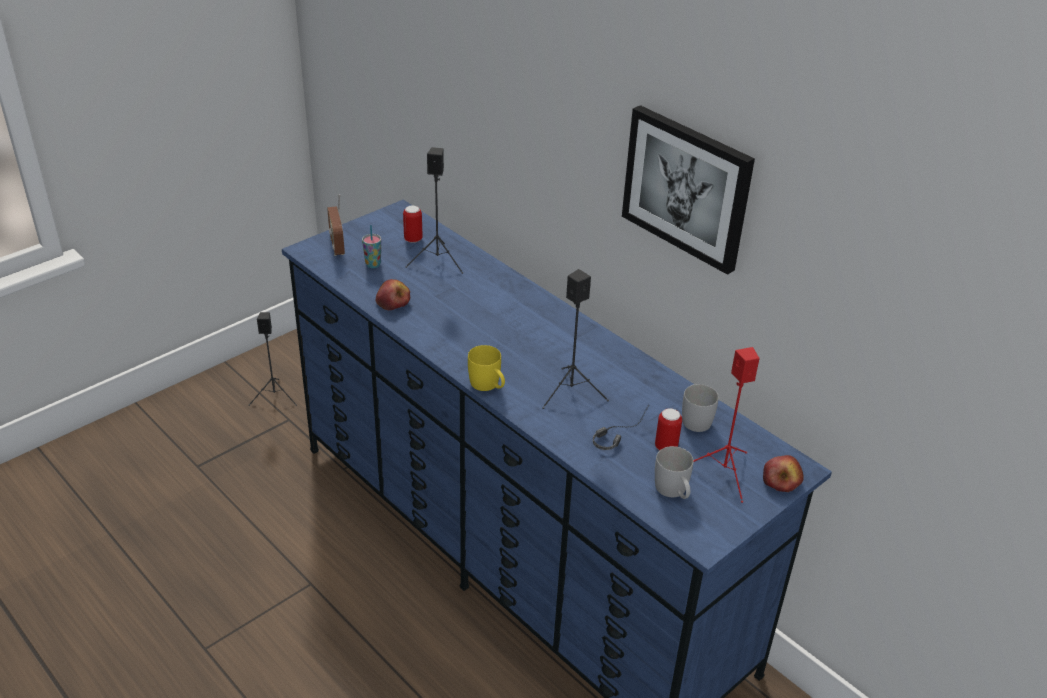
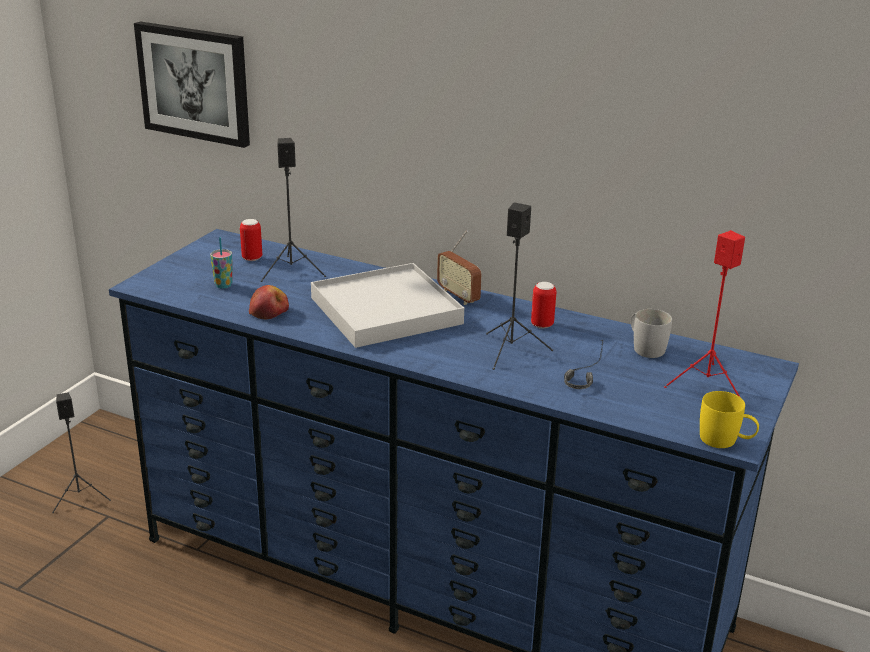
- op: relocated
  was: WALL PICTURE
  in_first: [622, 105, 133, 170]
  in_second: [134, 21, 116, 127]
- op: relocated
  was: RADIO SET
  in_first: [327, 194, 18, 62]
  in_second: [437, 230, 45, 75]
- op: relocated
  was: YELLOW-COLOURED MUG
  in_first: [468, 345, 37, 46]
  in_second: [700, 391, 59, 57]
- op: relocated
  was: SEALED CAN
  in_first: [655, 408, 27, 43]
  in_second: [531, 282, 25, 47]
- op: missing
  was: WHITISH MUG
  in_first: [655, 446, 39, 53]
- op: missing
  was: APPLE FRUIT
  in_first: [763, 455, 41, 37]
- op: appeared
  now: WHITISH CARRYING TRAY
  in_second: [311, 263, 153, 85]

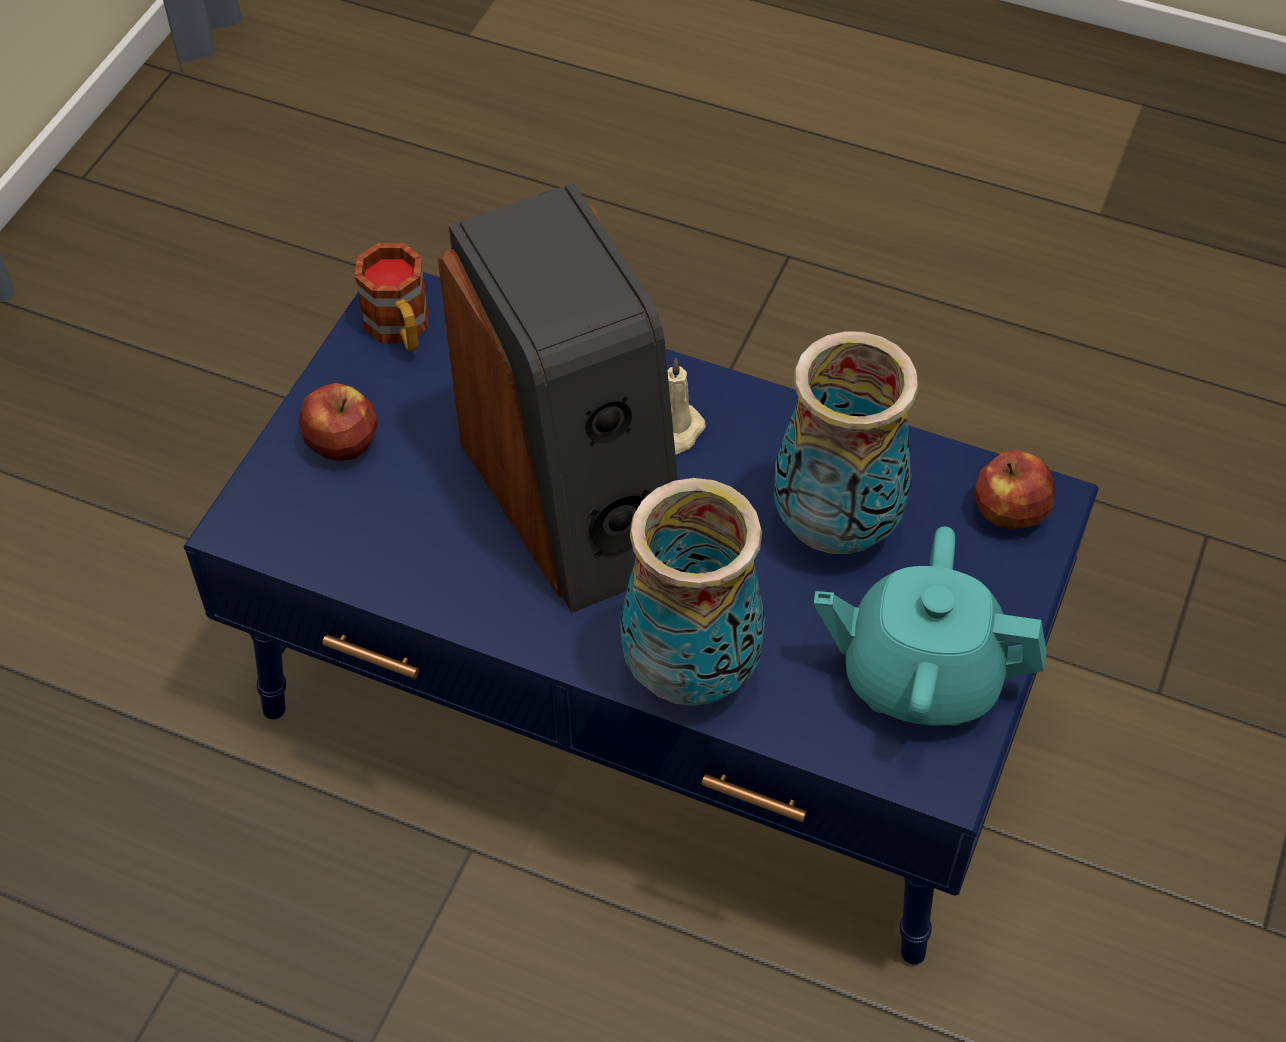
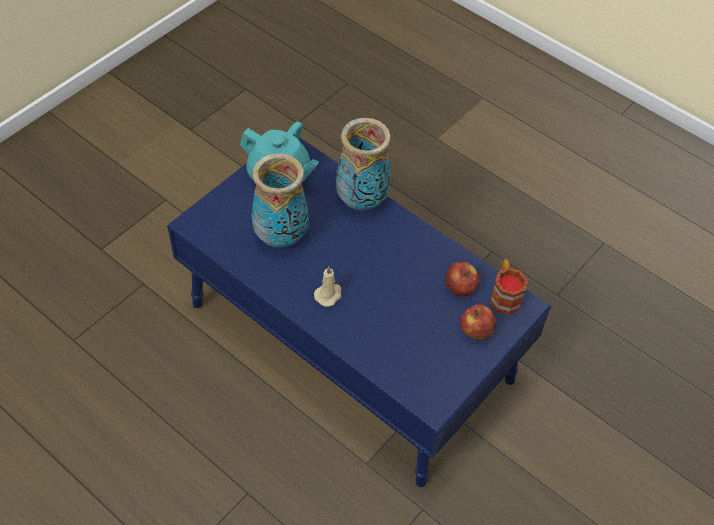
- op: missing
  was: SPEAKER
  in_first: [438, 183, 240, 430]
- op: relocated
  was: MUG
  in_first: [355, 243, 74, 108]
  in_second: [490, 259, 38, 56]
- op: relocated
  was: APPLE FRUIT
  in_first: [974, 450, 82, 79]
  in_second: [445, 262, 34, 35]

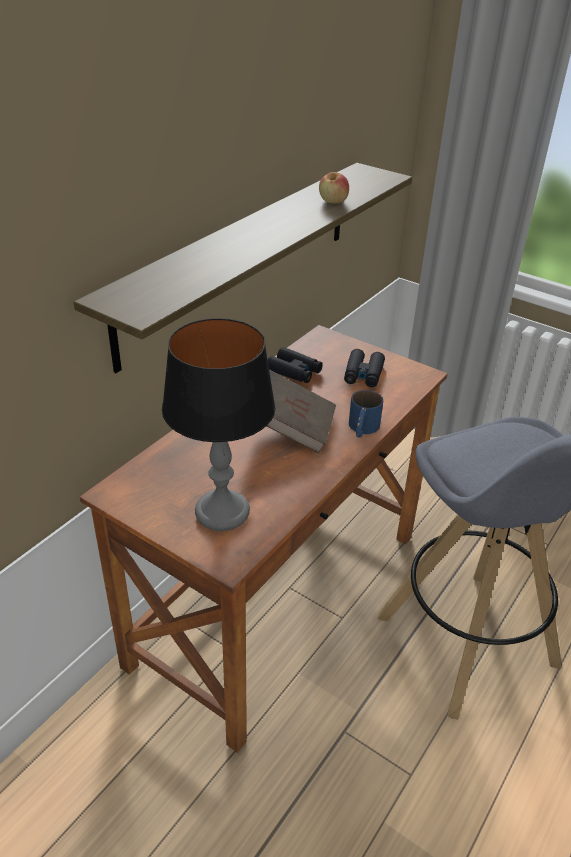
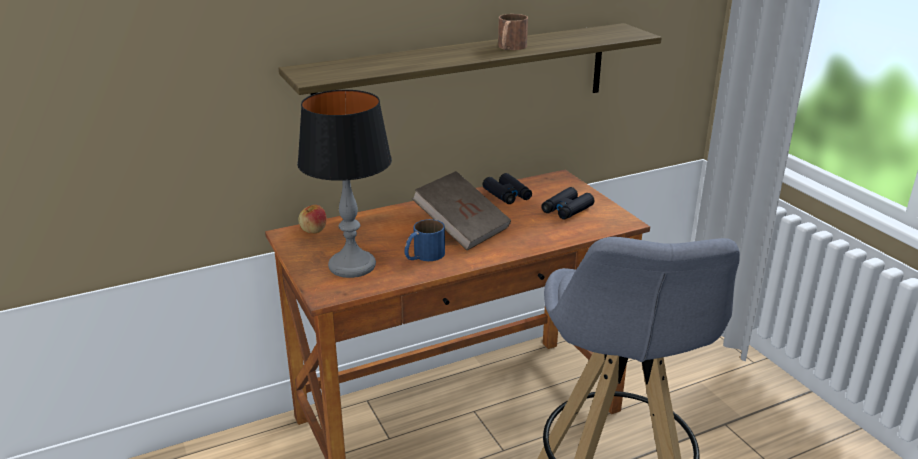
- op: relocated
  was: APPLE FRUIT
  in_first: [319, 172, 30, 31]
  in_second: [299, 205, 28, 28]
- op: relocated
  was: BLUE MUG
  in_first: [349, 390, 34, 48]
  in_second: [404, 219, 41, 42]
- op: appeared
  now: BROWNISH MUG
  in_second: [498, 14, 30, 36]

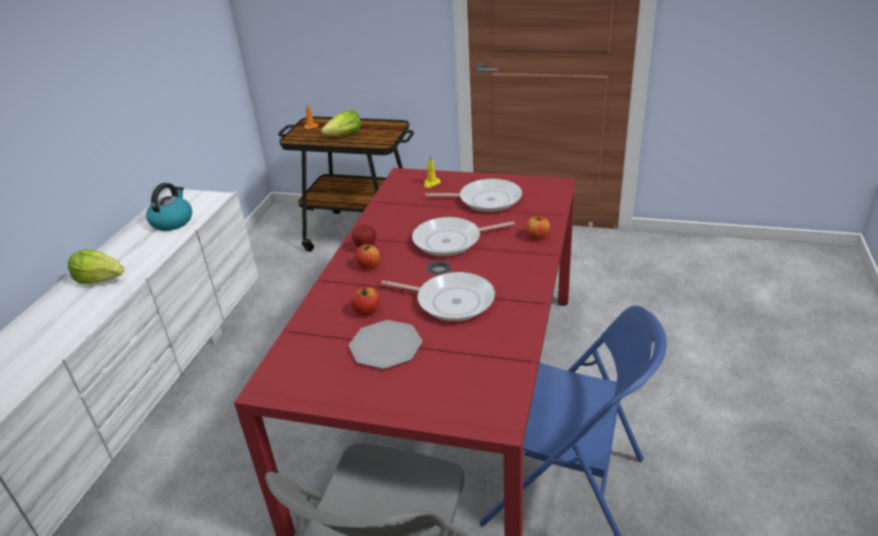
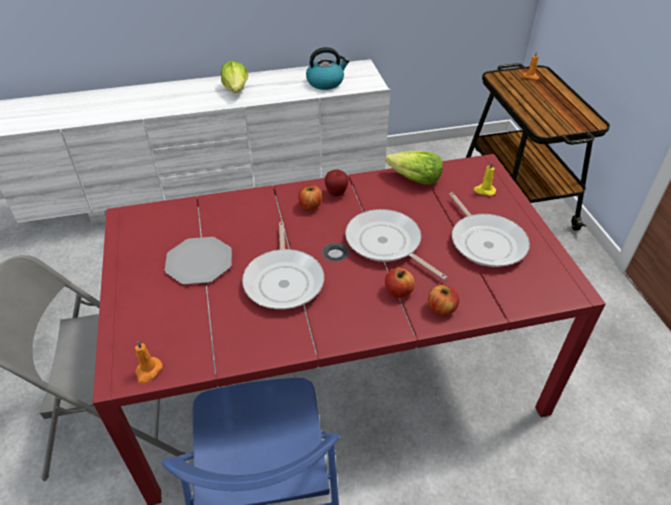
- op: relocated
  was: LETTUCE
  in_first: [321, 110, 40, 26]
  in_second: [385, 151, 58, 34]
- op: relocated
  was: APPLE FRUIT
  in_first: [351, 287, 29, 29]
  in_second: [385, 268, 30, 30]
- op: appeared
  now: ORANGE WAX CANDLE
  in_second: [135, 340, 28, 43]

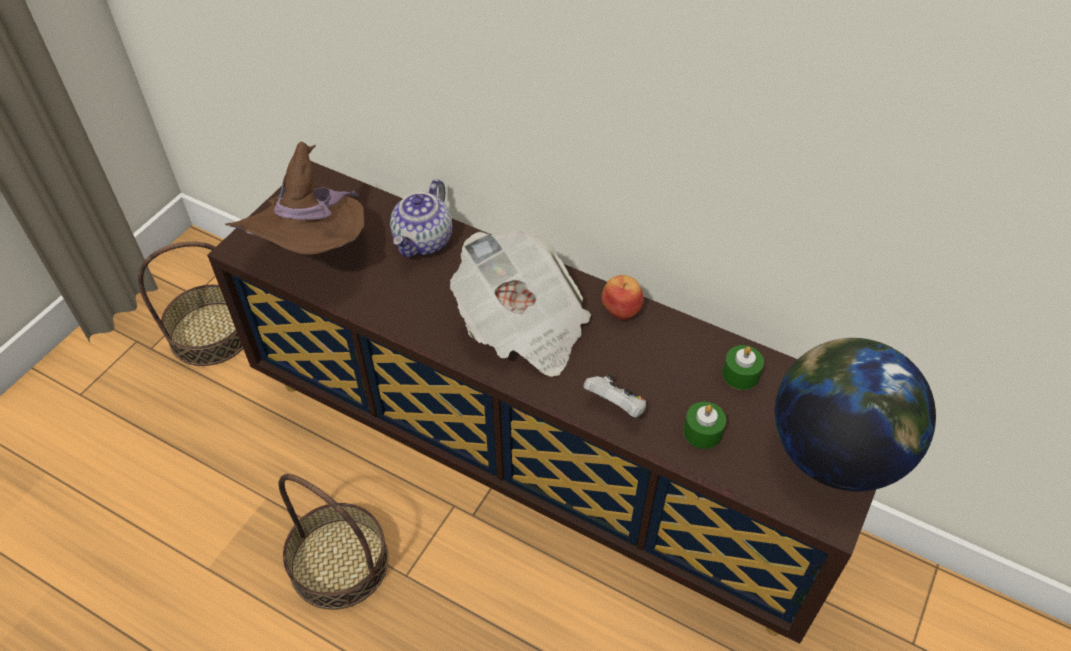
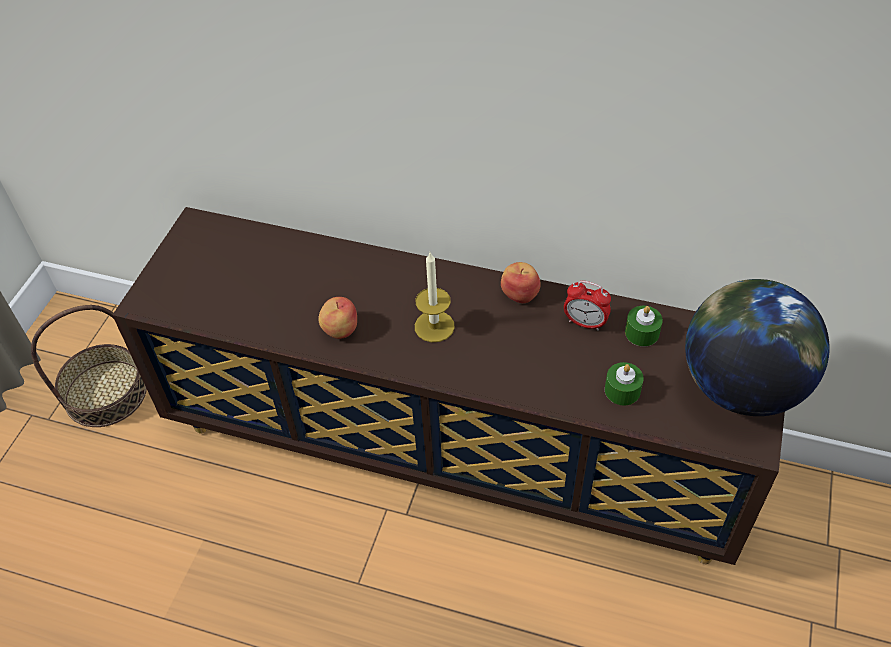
- op: missing
  was: BROWNISH HAT
  in_first: [225, 142, 139, 113]
- op: missing
  was: TEA POT
  in_first: [390, 179, 62, 78]
- op: exchanged
  was: DAILY PAPER
  now: WAX CANDLE
  in_first: [450, 231, 141, 146]
  in_second: [415, 252, 40, 90]
- op: missing
  was: WHITISH GAMEPAD
  in_first: [583, 374, 63, 44]
- op: missing
  was: STORAGE BASKET
  in_first: [279, 474, 109, 136]
- op: appeared
  now: BEDSIDE CLOCK
  in_second: [564, 281, 47, 50]
- op: appeared
  now: APPLE FRUIT
  in_second: [318, 297, 39, 42]

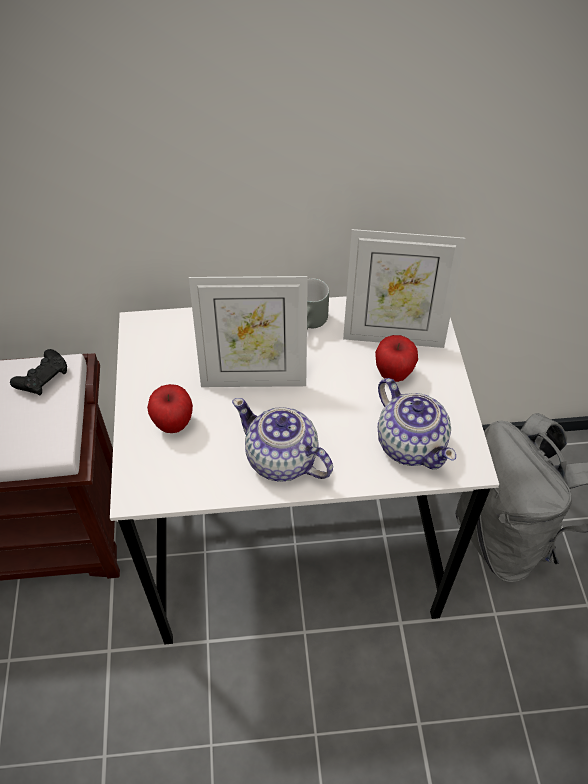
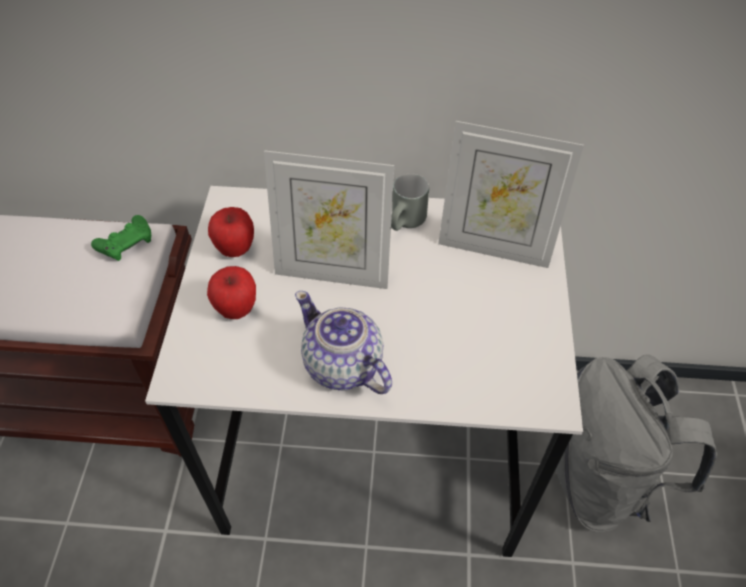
- op: relocated
  was: APPLE FRUIT
  in_first: [375, 335, 43, 47]
  in_second: [208, 207, 46, 50]
- op: colour
  was: BLACKISH GAMEPAD
  now: GREENISH GAMEPAD
  in_first: [10, 349, 57, 46]
  in_second: [91, 215, 60, 46]
- op: missing
  was: TEA POT
  in_first: [378, 378, 78, 91]

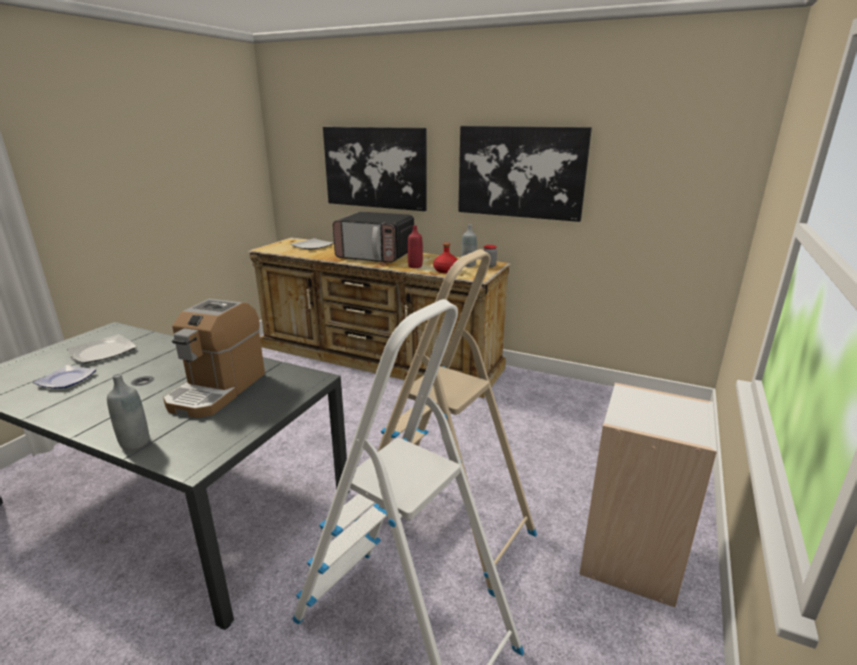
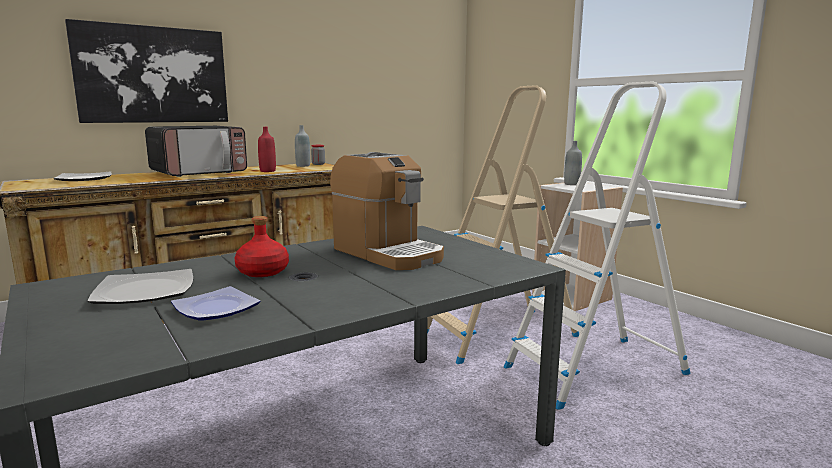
- op: missing
  was: WALL PICTURE
  in_first: [458, 126, 134, 96]
- op: relocated
  was: RED-COLOURED BEVERAGE BOTTLE
  in_first: [433, 243, 25, 30]
  in_second: [234, 216, 55, 61]
- op: relocated
  was: GRAY BEVERAGE BOTTLE
  in_first: [107, 374, 42, 76]
  in_second: [564, 141, 18, 44]

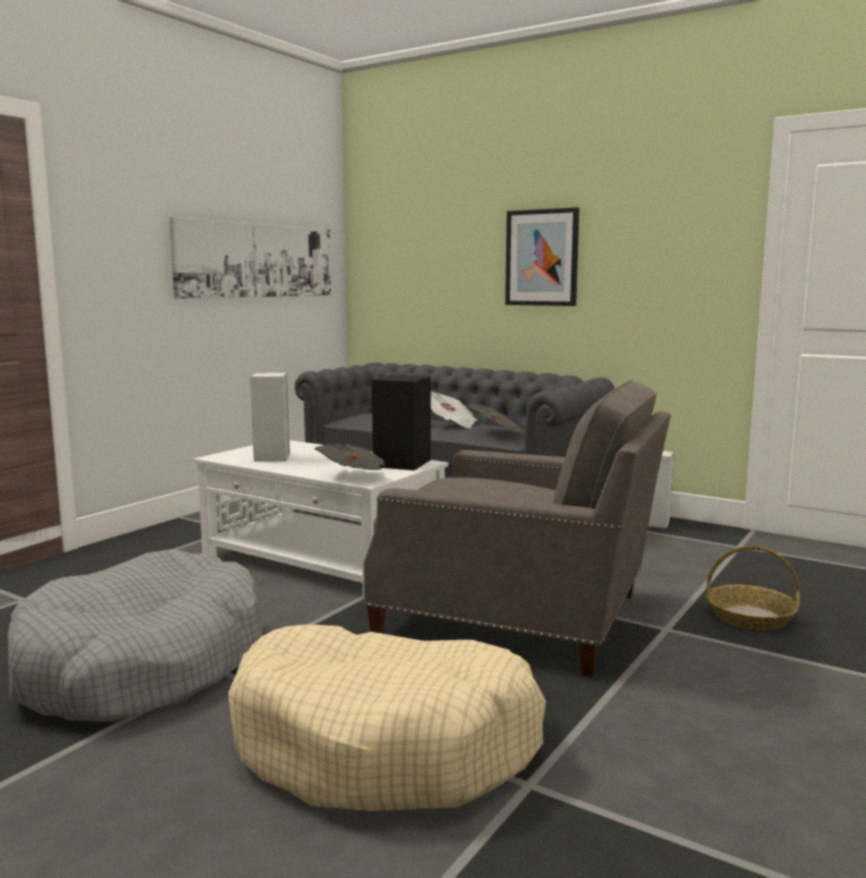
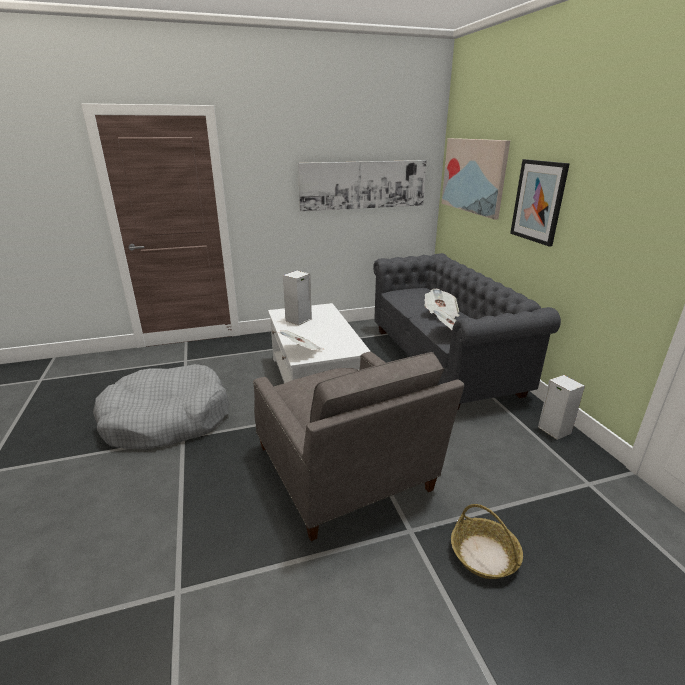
- op: missing
  was: BLACKISH SPEAKER
  in_first: [372, 375, 59, 95]
- op: missing
  was: BEIGE-COLOURED PET BED
  in_first: [228, 624, 318, 187]
- op: appeared
  now: WALL PICTURE
  in_second: [441, 138, 69, 82]

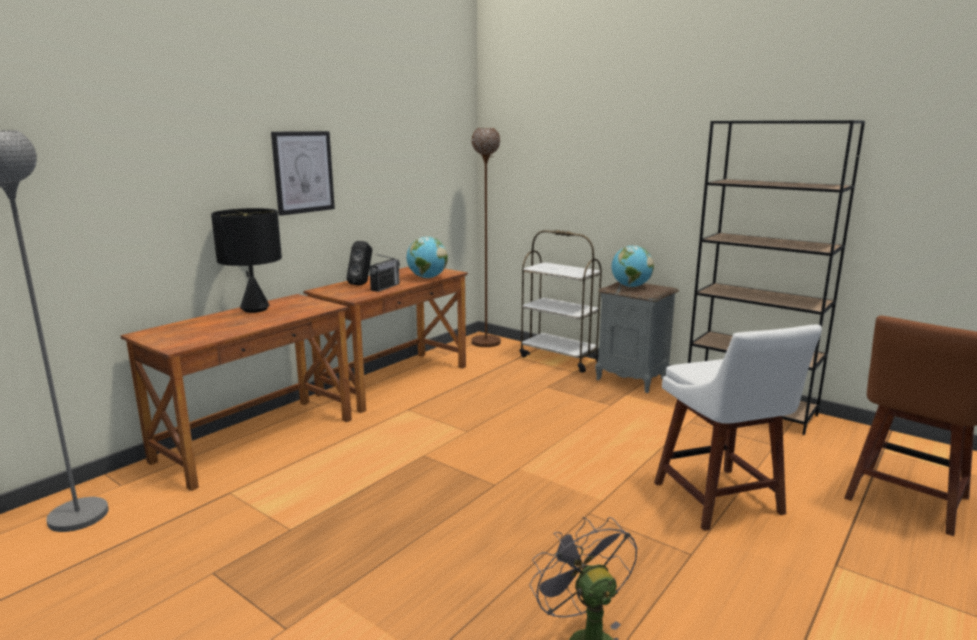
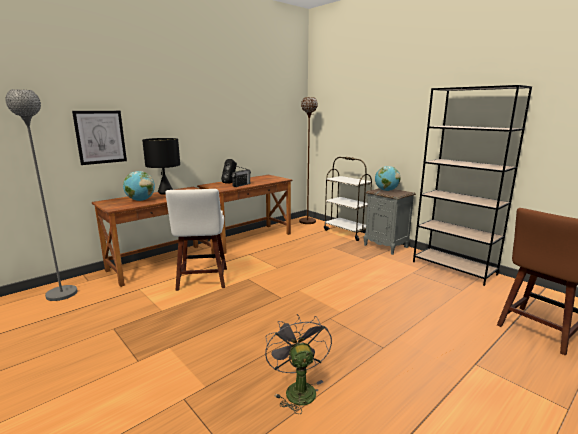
- op: relocated
  was: WALL PICTURE
  in_first: [271, 131, 64, 85]
  in_second: [72, 111, 55, 54]
- op: relocated
  was: GLOBE
  in_first: [407, 237, 41, 41]
  in_second: [123, 171, 32, 30]
- op: relocated
  was: WHITISH STOOL
  in_first: [654, 324, 168, 207]
  in_second: [165, 189, 62, 102]

